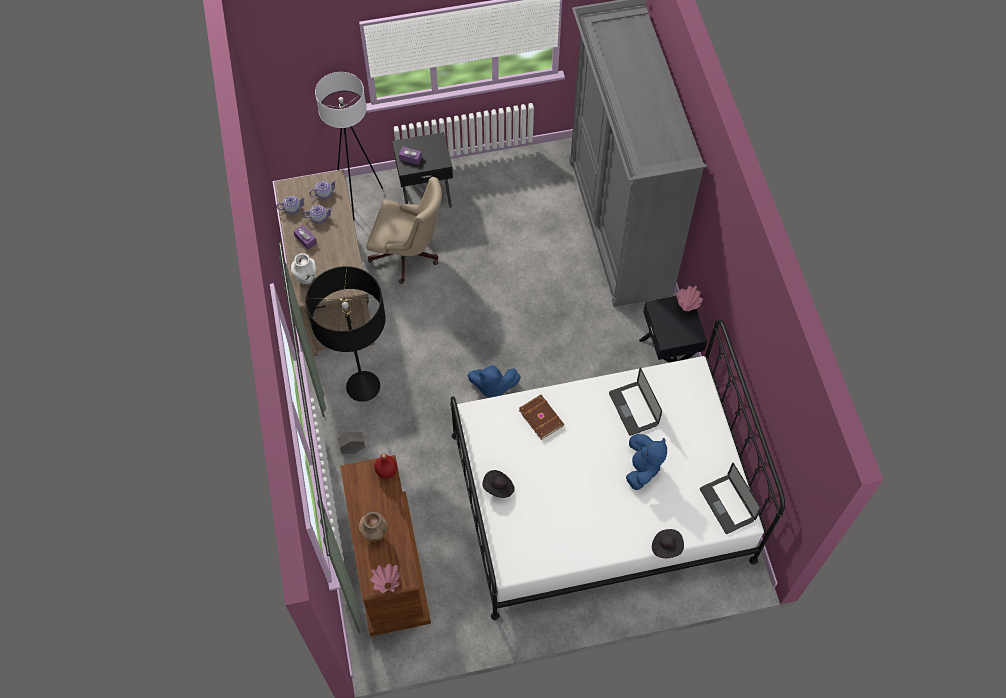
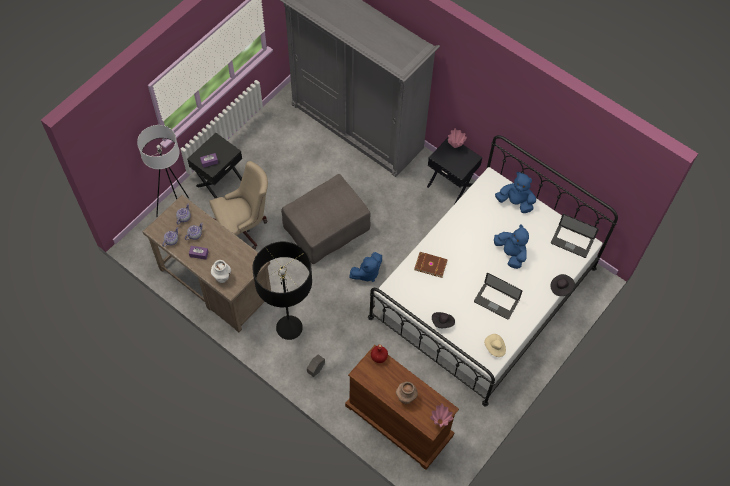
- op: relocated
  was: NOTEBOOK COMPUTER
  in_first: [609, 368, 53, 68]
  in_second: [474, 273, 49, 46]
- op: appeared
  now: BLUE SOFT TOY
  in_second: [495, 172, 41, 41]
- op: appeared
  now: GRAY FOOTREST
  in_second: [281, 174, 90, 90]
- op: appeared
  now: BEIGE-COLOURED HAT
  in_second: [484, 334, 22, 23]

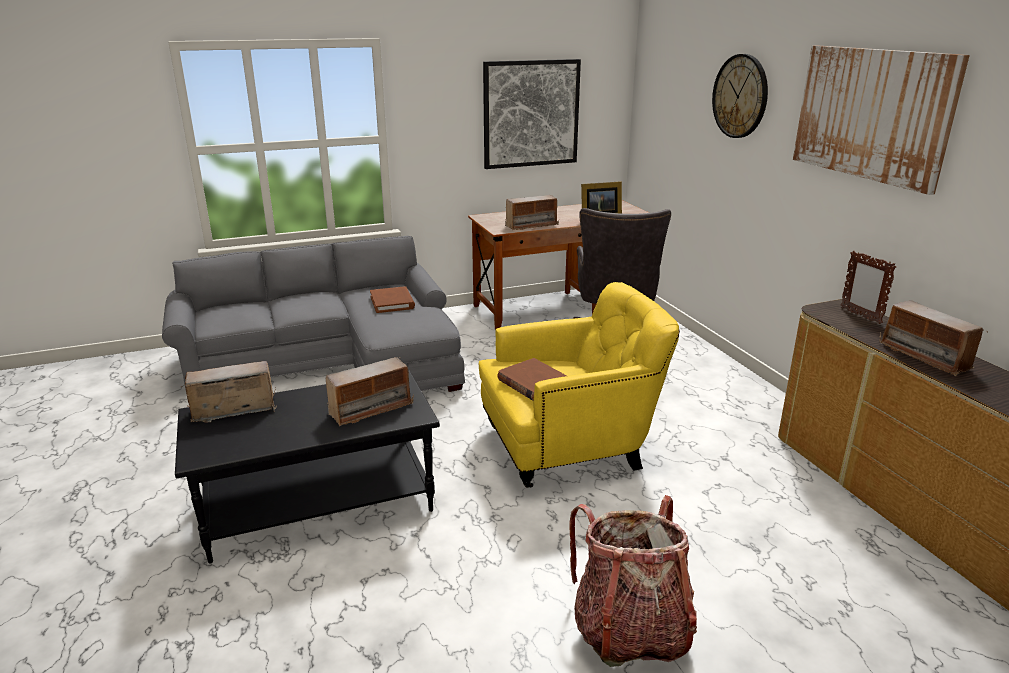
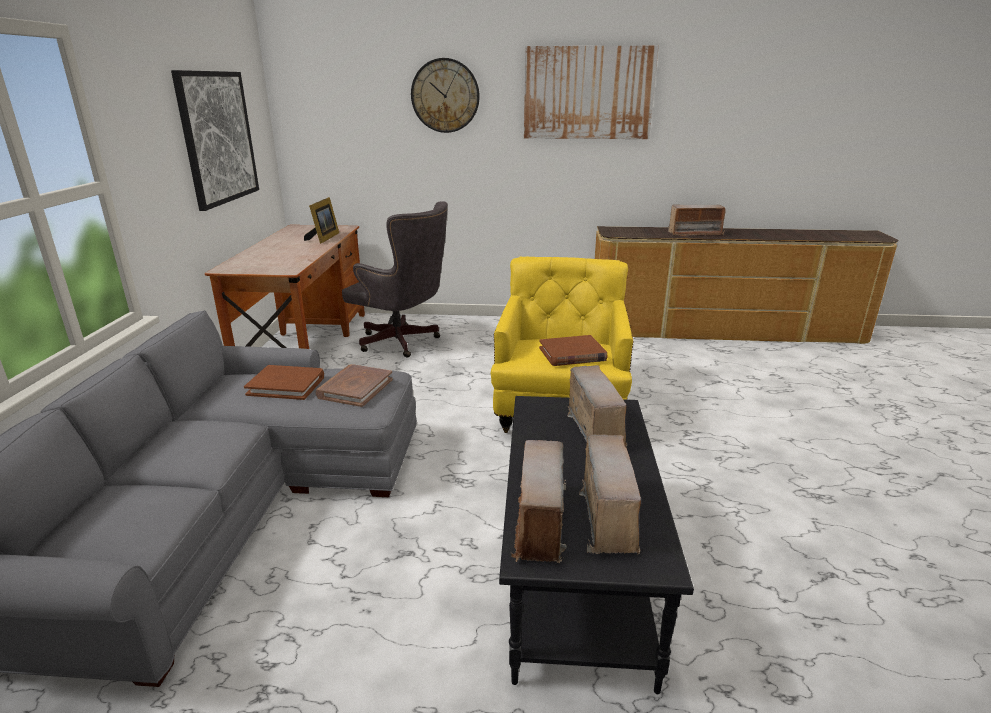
- op: relocated
  was: RADIO SET
  in_first: [505, 195, 54, 35]
  in_second: [579, 434, 62, 120]
- op: missing
  was: PHOTO FRAME
  in_first: [841, 251, 55, 73]
- op: missing
  was: RUCKSACK
  in_first: [570, 495, 127, 172]
- op: appeared
  now: BROWNISH VOLUME
  in_second: [315, 364, 78, 43]

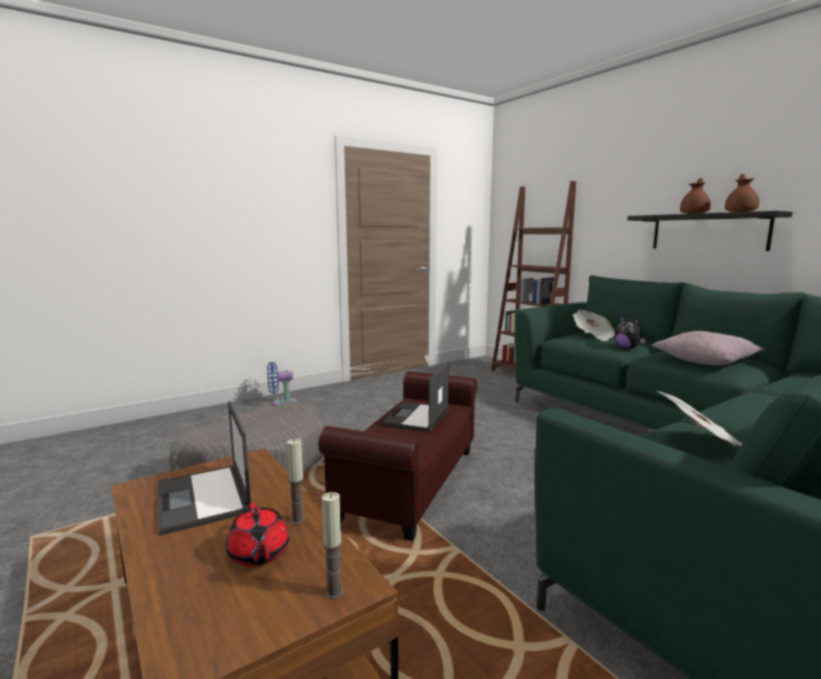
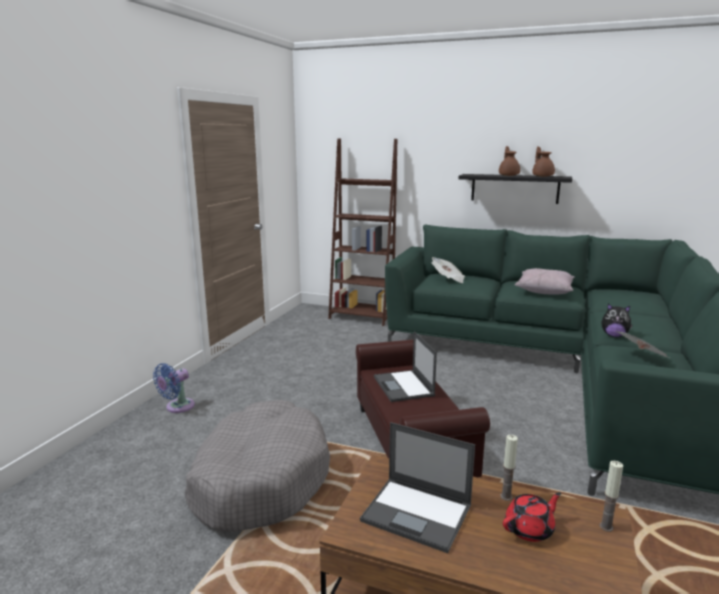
- op: relocated
  was: SOFT TOY
  in_first: [615, 316, 31, 33]
  in_second: [601, 303, 32, 34]
- op: spun
  was: RED-COLOURED TEA POT
  in_first: [226, 503, 63, 64]
  in_second: [503, 492, 58, 50]
  clockwise: -60

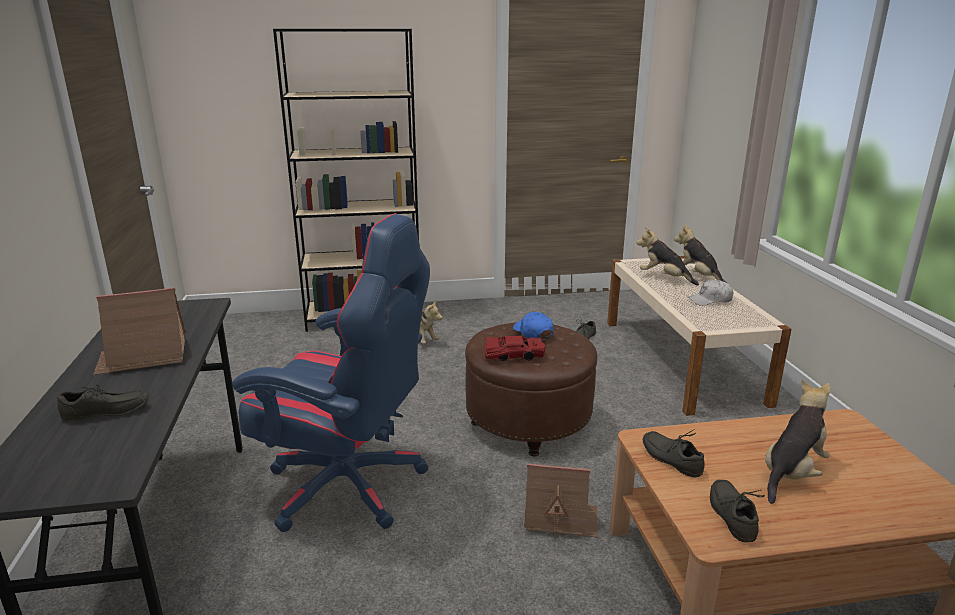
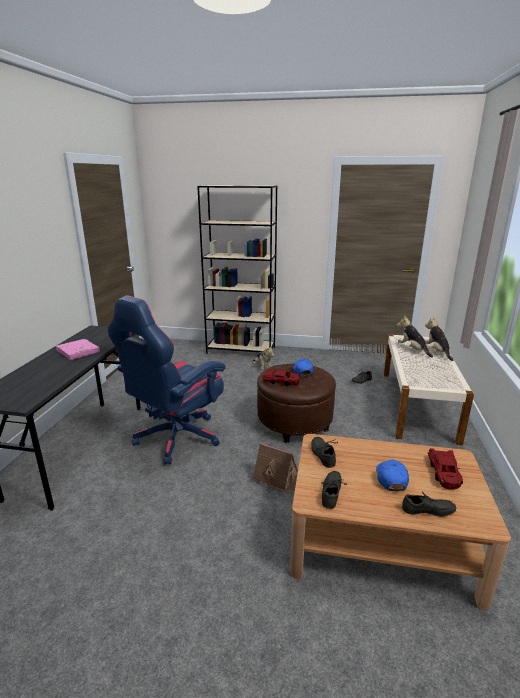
- op: spun
  was: BLUE COMPUTER CHAIR
  in_first: [232, 213, 198, 319]
  in_second: [108, 295, 117, 169]
  clockwise: 90
- op: missing
  was: WHITISH BASEBALL CAP
  in_first: [688, 280, 45, 26]
- op: exchanged
  was: MINIATURE HOUSE
  now: PINK VOLUME
  in_first: [93, 287, 93, 88]
  in_second: [56, 339, 44, 21]
- op: exchanged
  was: SOFT TOY
  now: BLUE BASEBALL CAP
  in_first: [765, 380, 66, 124]
  in_second: [376, 460, 33, 32]
- op: relocated
  was: GRAY ITEM OF FOOTWEAR
  in_first: [57, 384, 92, 37]
  in_second: [402, 491, 54, 26]
- op: appeared
  now: RED-COLOURED TOY CAR
  in_second: [428, 448, 35, 42]

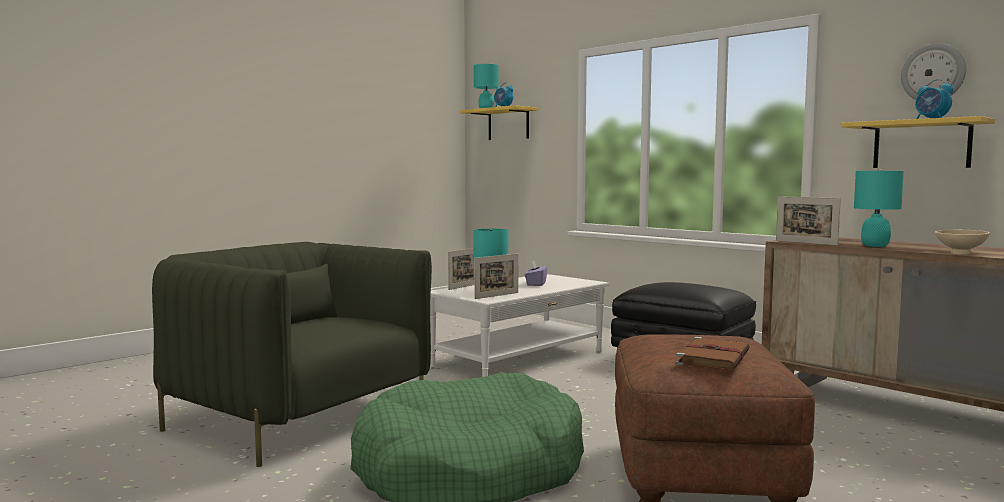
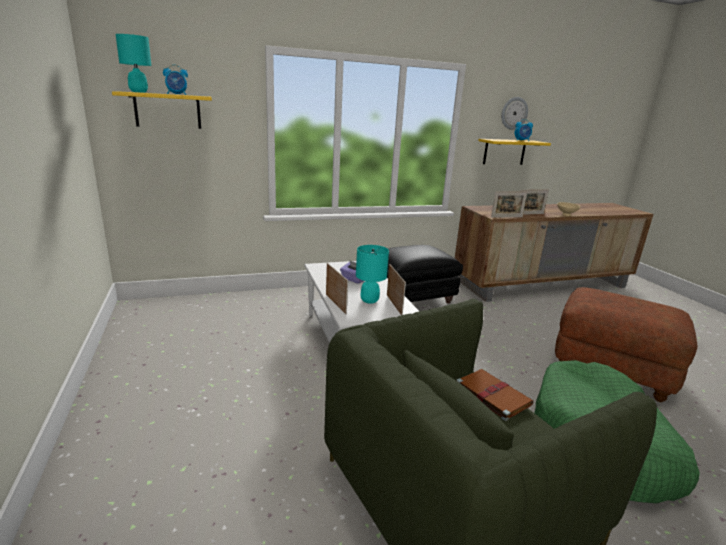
- op: exchanged
  was: TURQUOISE-COLOURED LAMP FOR A TABLE
  now: PHOTO FRAME
  in_first: [854, 170, 50, 77]
  in_second: [520, 189, 29, 26]
- op: relocated
  was: BROWNISH VOLUME
  in_first: [676, 337, 74, 33]
  in_second: [457, 369, 76, 52]

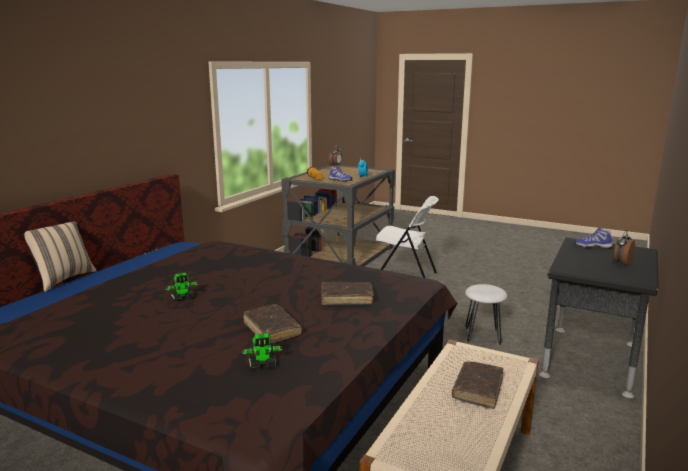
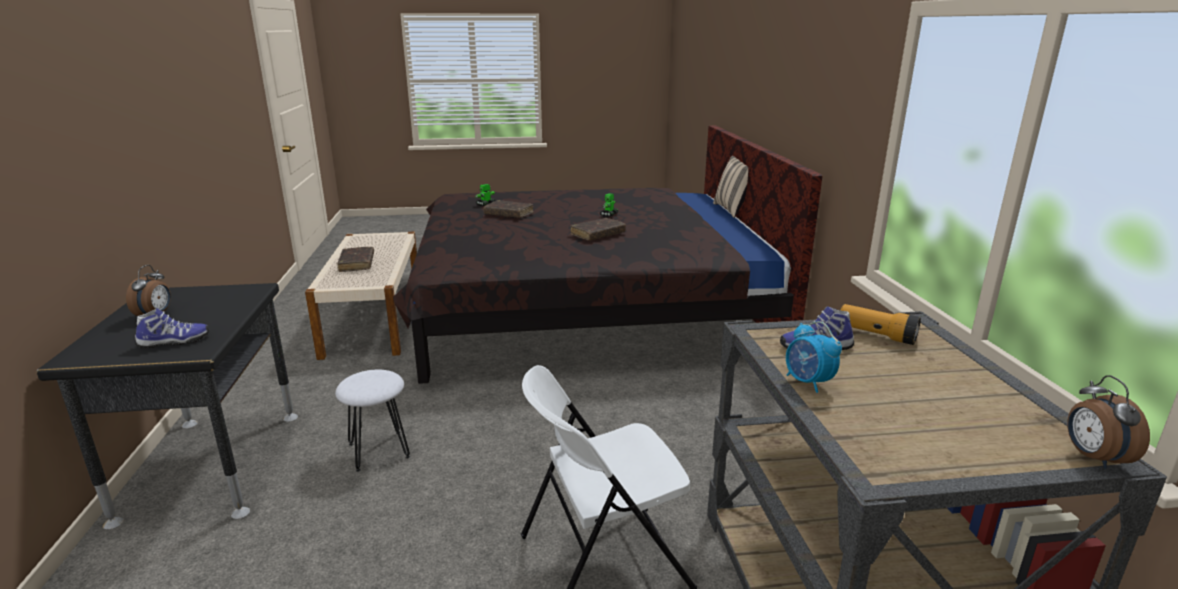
- op: relocated
  was: BROWNISH VOLUME
  in_first: [321, 282, 53, 23]
  in_second: [570, 218, 56, 23]

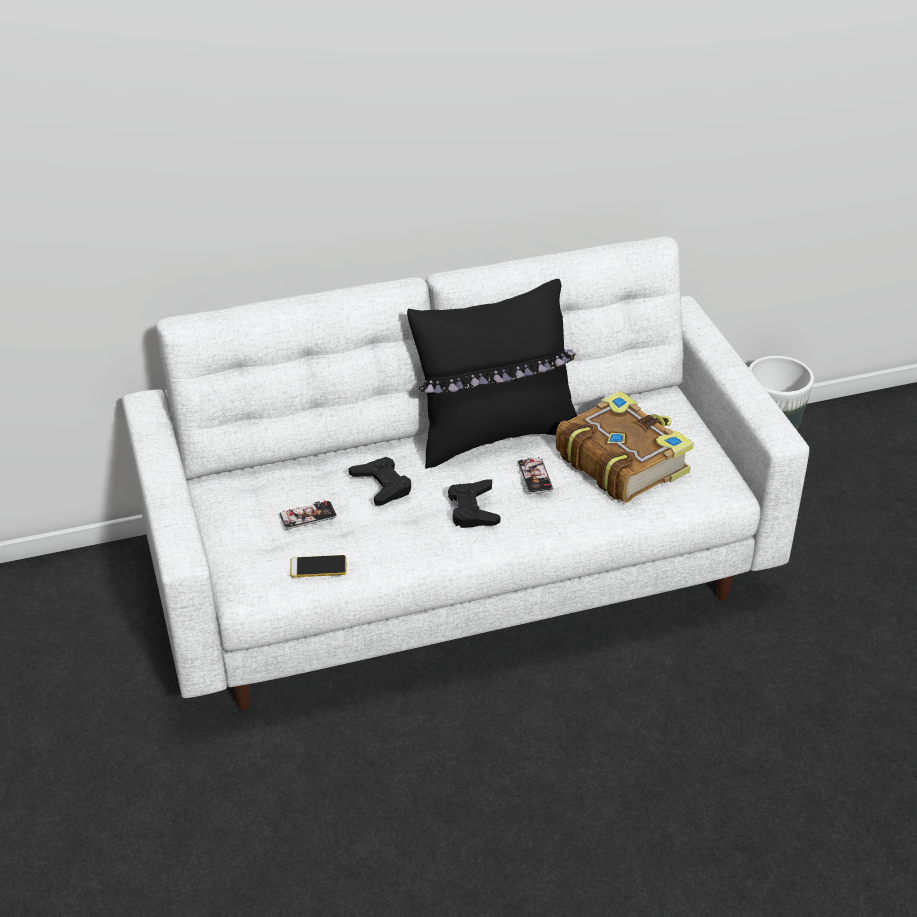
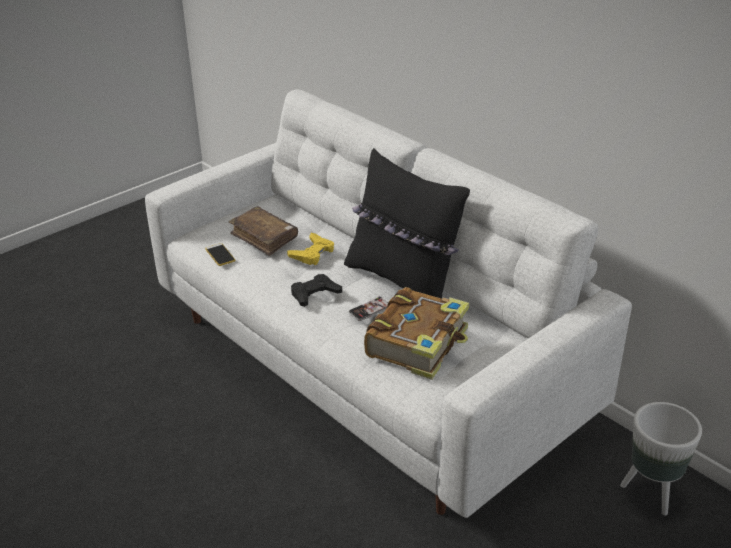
- op: colour
  was: BLACKISH GAMEPAD
  now: YELLOW-COLOURED GAMEPAD
  in_first: [349, 457, 62, 48]
  in_second: [287, 233, 47, 32]
- op: exchanged
  was: PHONE
  now: BROWNISH VOLUME
  in_first: [279, 500, 58, 29]
  in_second: [229, 207, 69, 49]

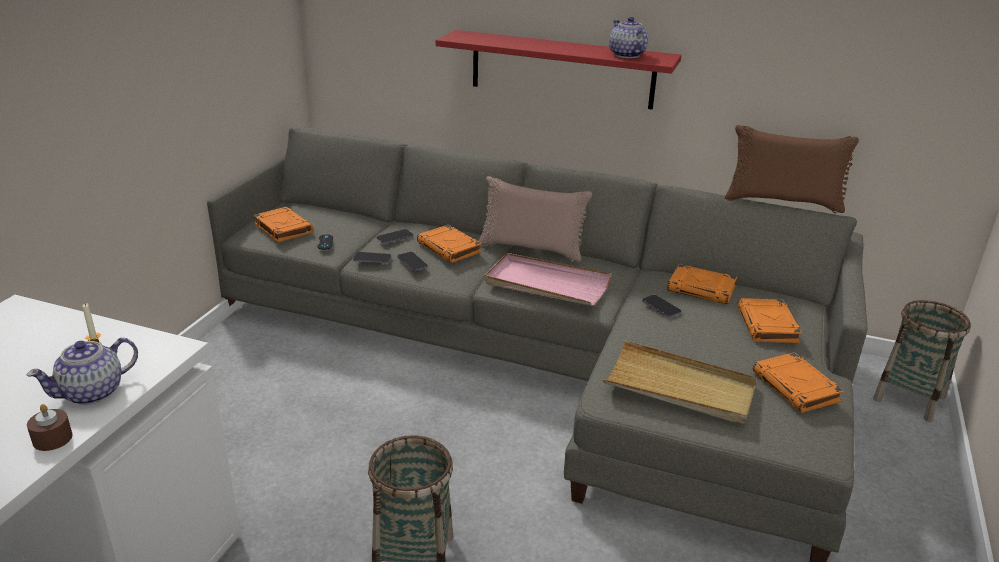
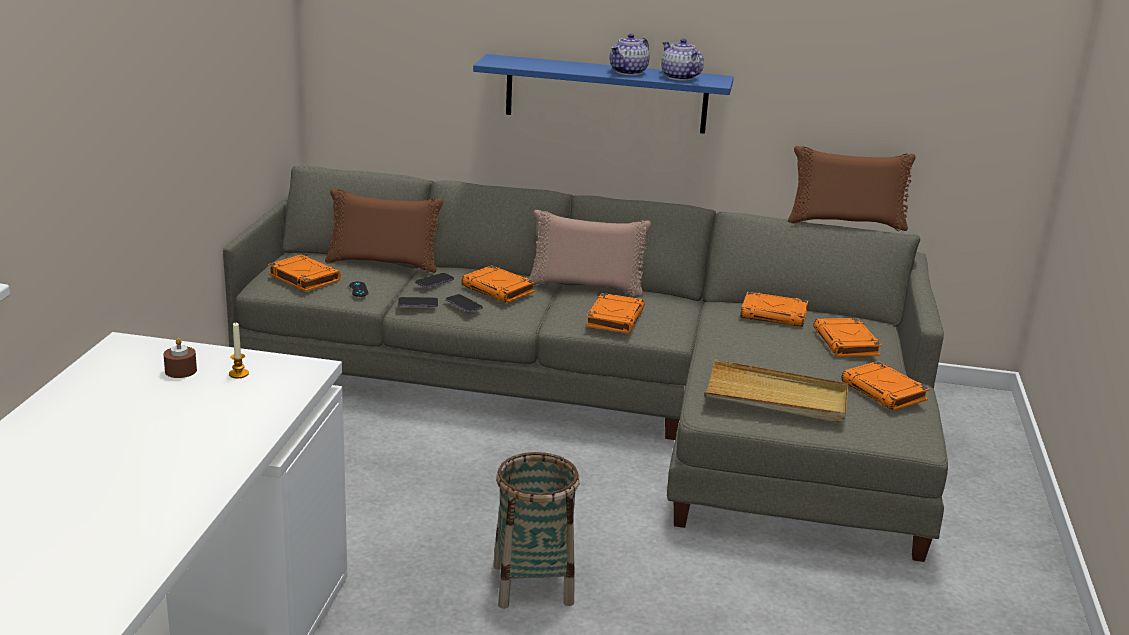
- op: colour
  was: RED-COLOURED BRACKET SHELF
  now: BLUE BRACKET SHELF
  in_first: [436, 30, 245, 80]
  in_second: [473, 54, 261, 80]
- op: exchanged
  was: PINK CARRYING TRAY
  now: ORANGE VOLUME
  in_first: [484, 253, 128, 53]
  in_second: [586, 293, 59, 40]
- op: missing
  was: PHONE
  in_first: [642, 295, 40, 23]
- op: missing
  was: STORAGE BASKET
  in_first: [873, 300, 98, 122]
- op: relocated
  was: TEA POT
  in_first: [26, 337, 112, 68]
  in_second: [610, 33, 39, 42]
- op: relocated
  was: BROWNISH WAX CANDLE
  in_first: [27, 404, 45, 47]
  in_second: [163, 338, 34, 40]
- op: appeared
  now: BROWNISH THROW PILLOW
  in_second: [325, 188, 118, 85]

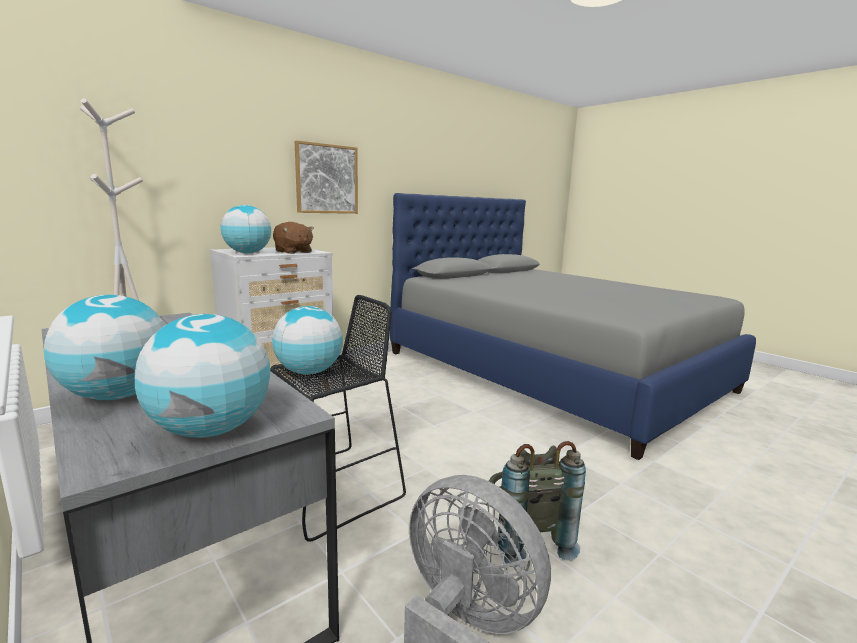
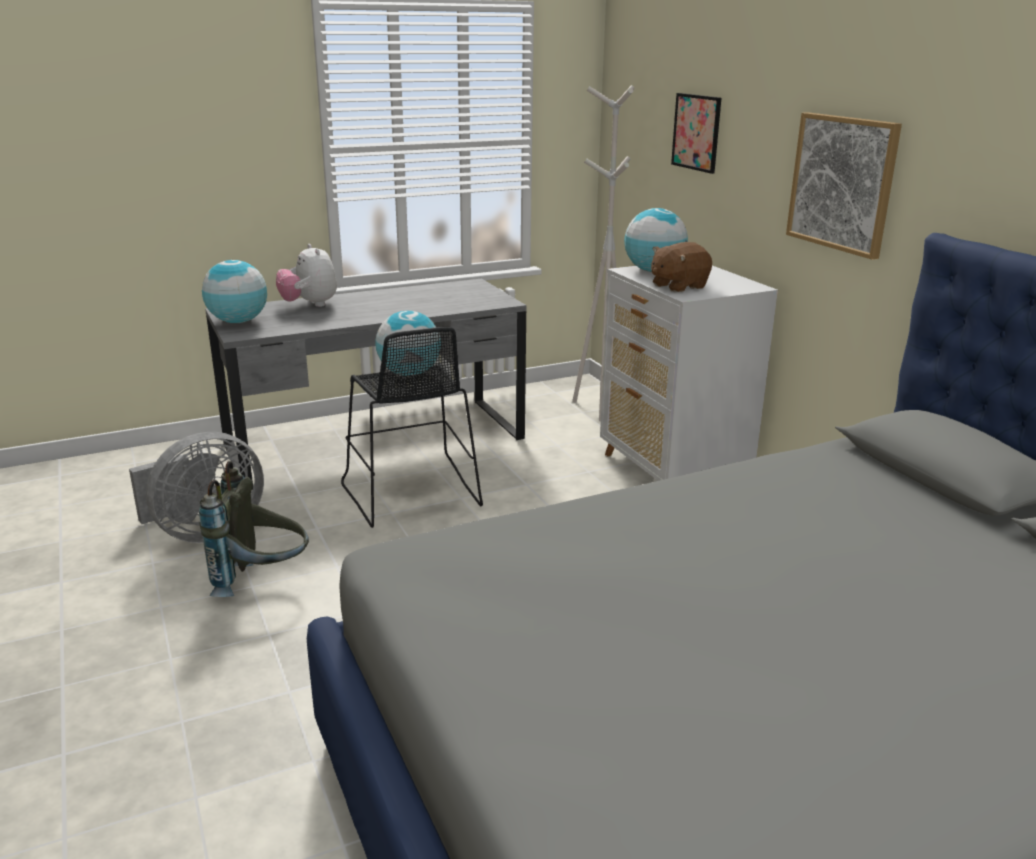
- op: exchanged
  was: GLOBE
  now: SOFT TOY
  in_first: [44, 295, 121, 105]
  in_second: [276, 244, 61, 63]
- op: appeared
  now: WALL PICTURE
  in_second: [671, 93, 50, 81]

